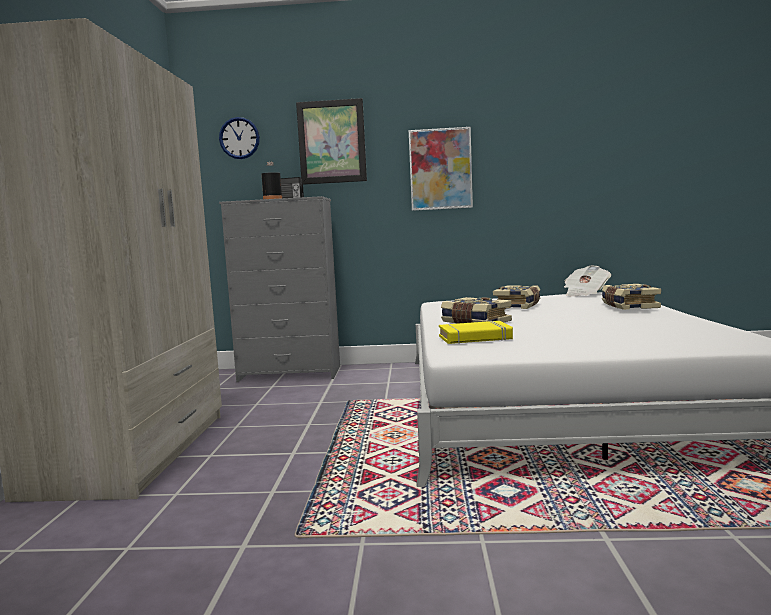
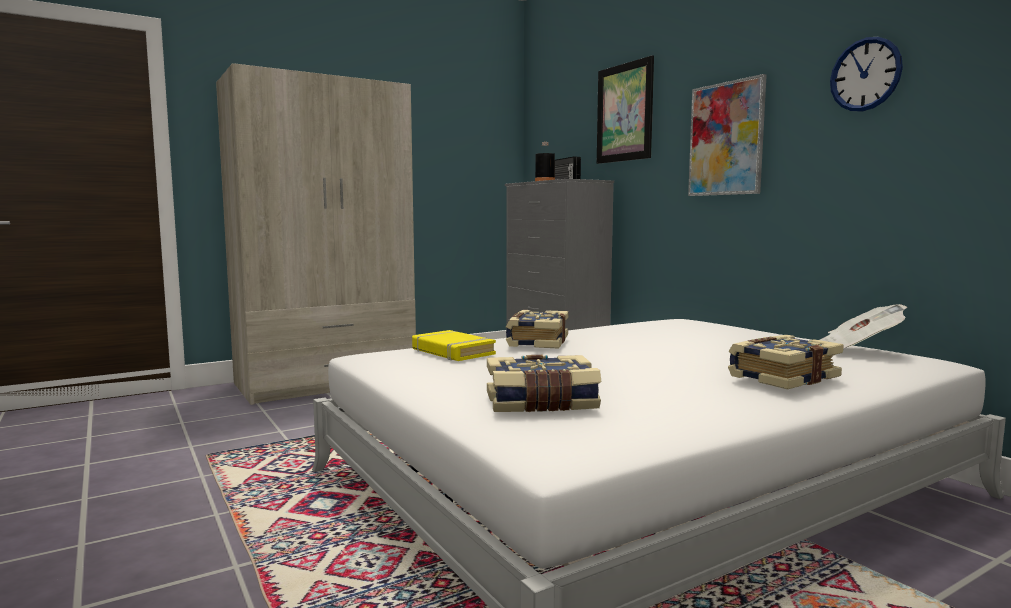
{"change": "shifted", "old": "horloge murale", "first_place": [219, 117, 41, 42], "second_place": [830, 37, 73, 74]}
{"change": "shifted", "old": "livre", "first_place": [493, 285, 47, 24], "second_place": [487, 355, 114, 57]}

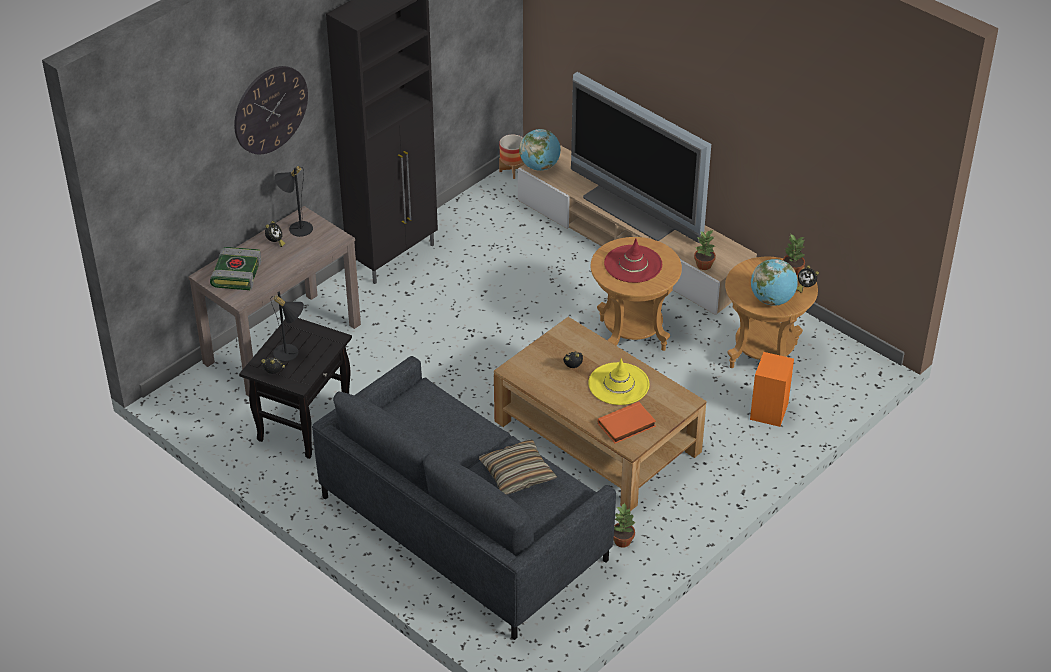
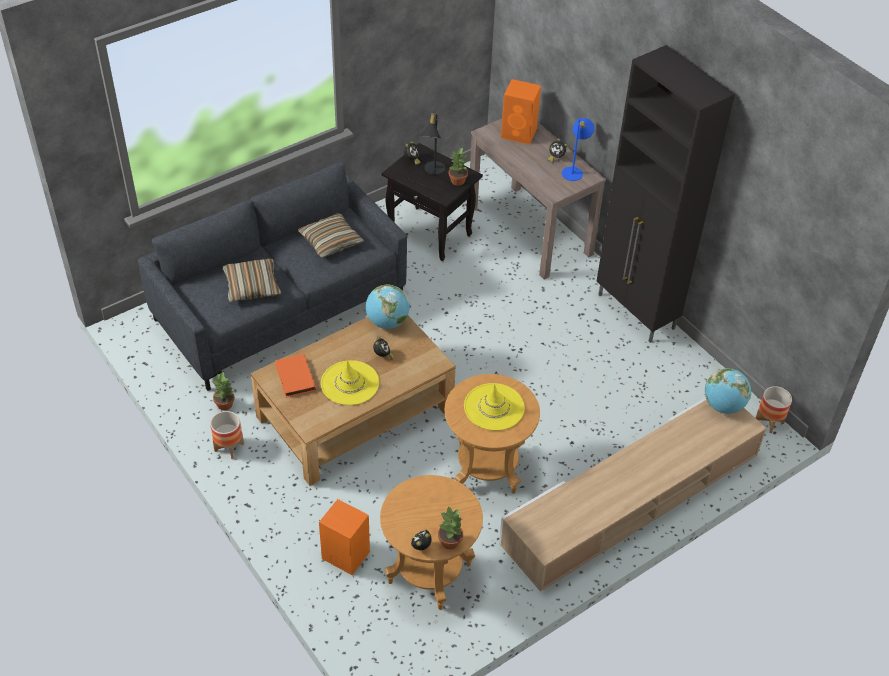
{"change": "gone", "old": "horloge murale", "first_place": [234, 66, 74, 88]}
{"change": "gone", "old": "téléviseur", "first_place": [571, 72, 140, 171]}
{"change": "new", "new": "cache-pot", "second_place": [210, 411, 34, 48]}
{"change": "new", "new": "coussin", "second_place": [298, 213, 66, 45]}
{"change": "shifted", "old": "plante en pot", "first_place": [694, 230, 22, 40], "second_place": [449, 147, 19, 39]}
{"change": "shifted", "old": "globe", "first_place": [751, 259, 47, 47], "second_place": [366, 284, 44, 45]}
{"change": "swapped", "old": "livre", "new": "enceinte/orange", "first_place": [210, 247, 51, 43], "second_place": [501, 79, 40, 66]}
{"change": "repainted", "old": "lampe de table/noir", "new": "lampe de table/bleu", "first_place": [274, 166, 39, 71], "second_place": [562, 118, 33, 63]}
{"change": "repainted", "old": "chapeau/rouge", "new": "chapeau/jaune", "first_place": [604, 238, 58, 45], "second_place": [464, 383, 61, 48]}

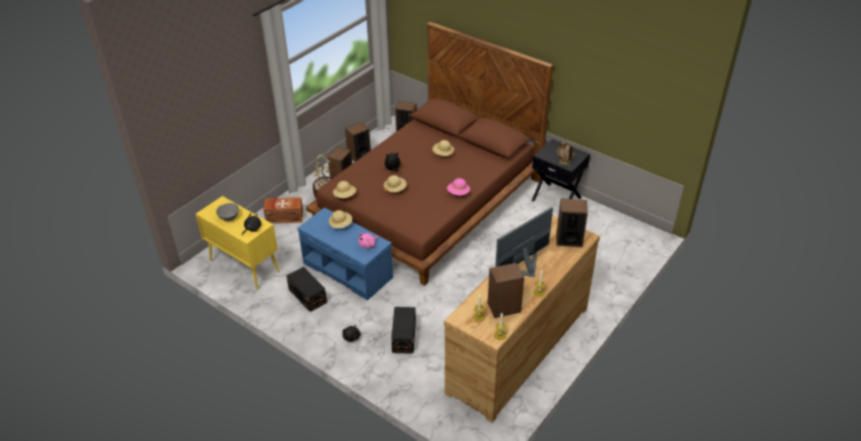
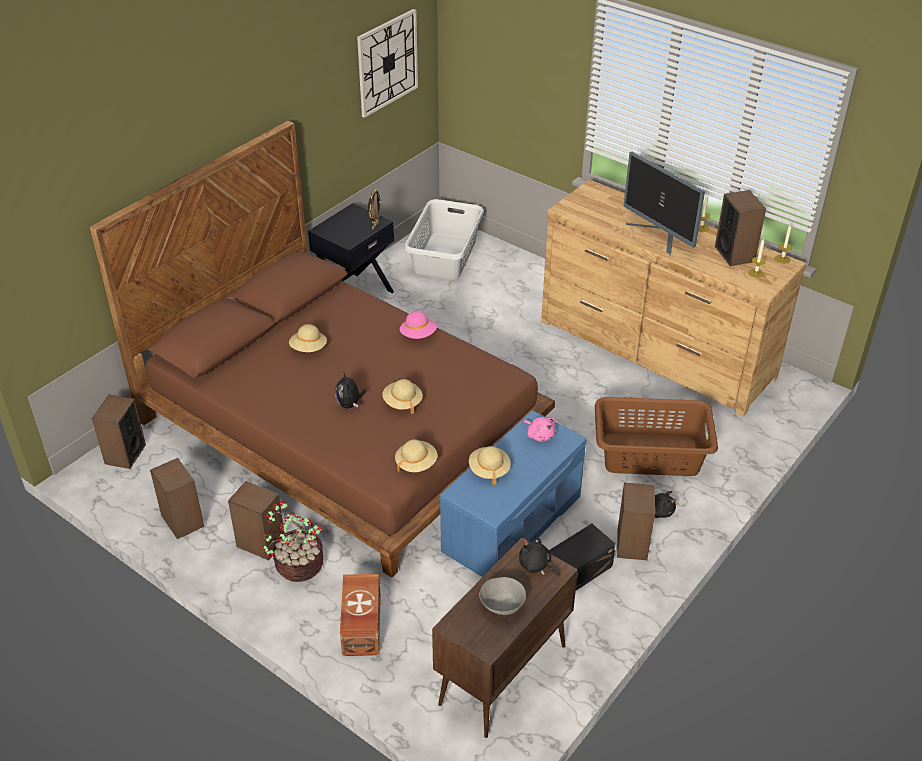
{"change": "new", "new": "horloge murale", "second_place": [357, 9, 61, 109]}
{"change": "new", "new": "panier à linge/gris", "second_place": [404, 199, 80, 81]}
{"change": "shifted", "old": "enceinte", "first_place": [556, 198, 32, 49], "second_place": [617, 483, 38, 77]}
{"change": "swapped", "old": "boîte de rangement/noir", "new": "panier à linge/marron", "first_place": [391, 307, 25, 47], "second_place": [595, 397, 123, 79]}
{"change": "repainted", "old": "meuble de rangement/jaune", "new": "meuble de rangement/marron", "first_place": [196, 196, 84, 94], "second_place": [432, 537, 146, 201]}

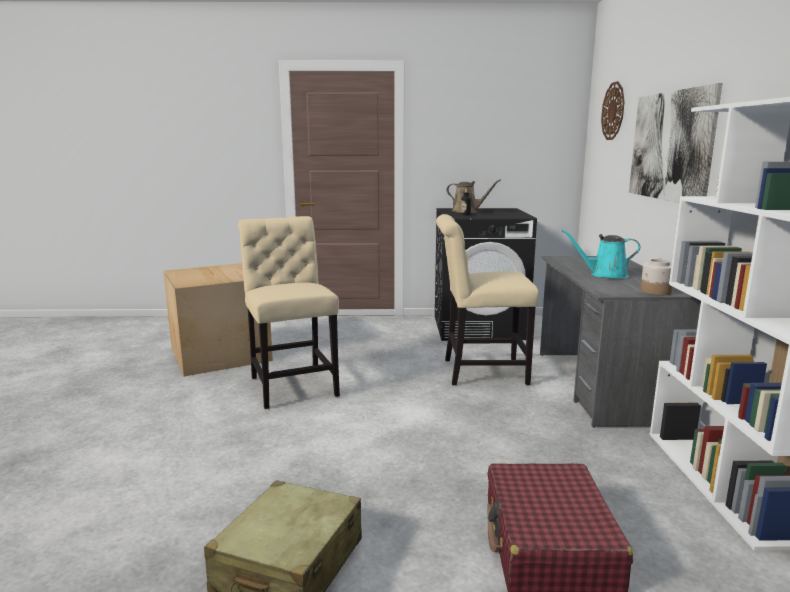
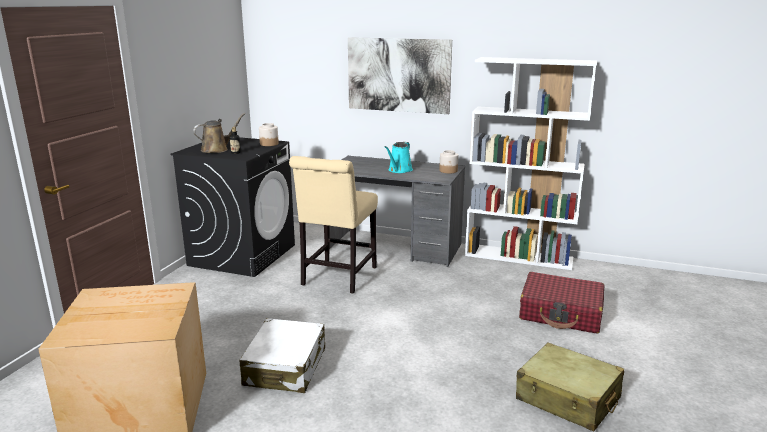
{"change": "gone", "old": "horloge murale", "first_place": [601, 81, 24, 59]}
{"change": "new", "new": "bocal", "second_place": [259, 123, 20, 23]}
{"change": "swapped", "old": "chaise/beige", "new": "valise/blanc", "first_place": [238, 216, 102, 193], "second_place": [240, 318, 85, 75]}

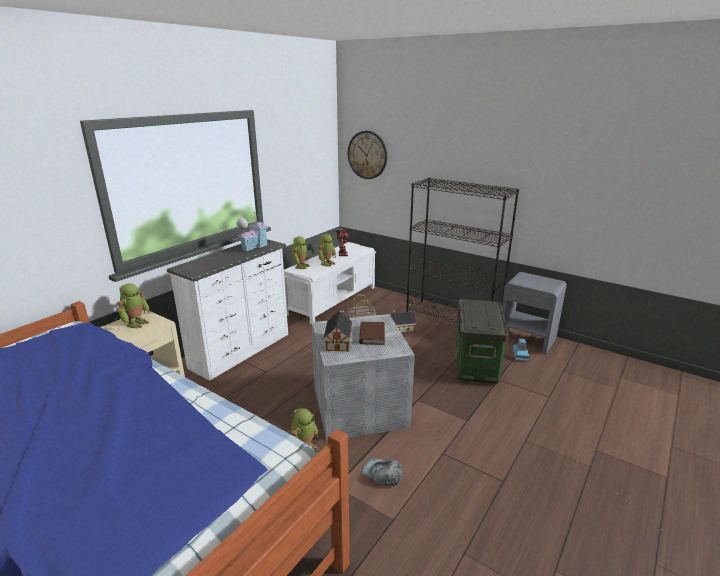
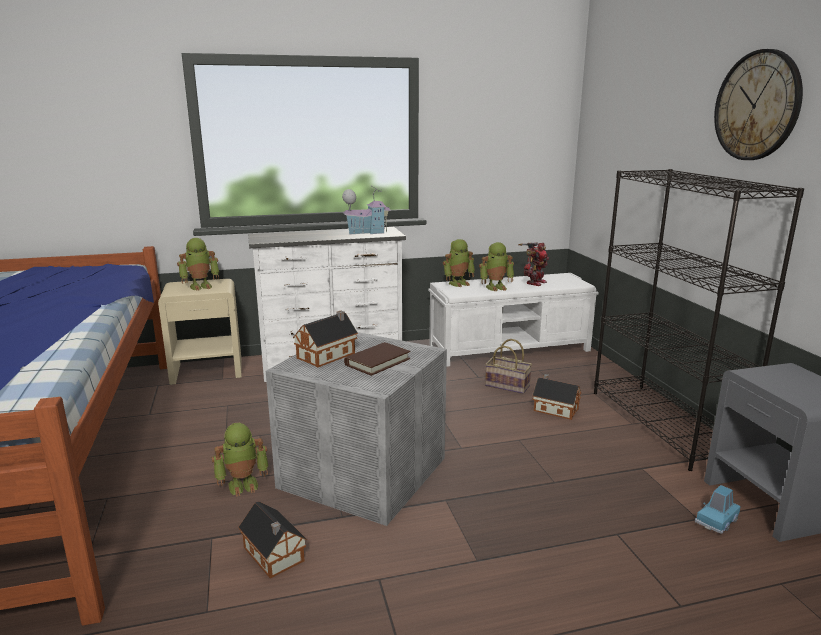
{"change": "gone", "old": "boîte de rangement", "first_place": [456, 299, 53, 85]}
{"change": "shifted", "old": "horloge murale", "first_place": [348, 131, 39, 48], "second_place": [714, 49, 89, 111]}
{"change": "swapped", "old": "casquette/gris", "new": "maison miniature", "first_place": [361, 458, 42, 28], "second_place": [238, 501, 69, 78]}

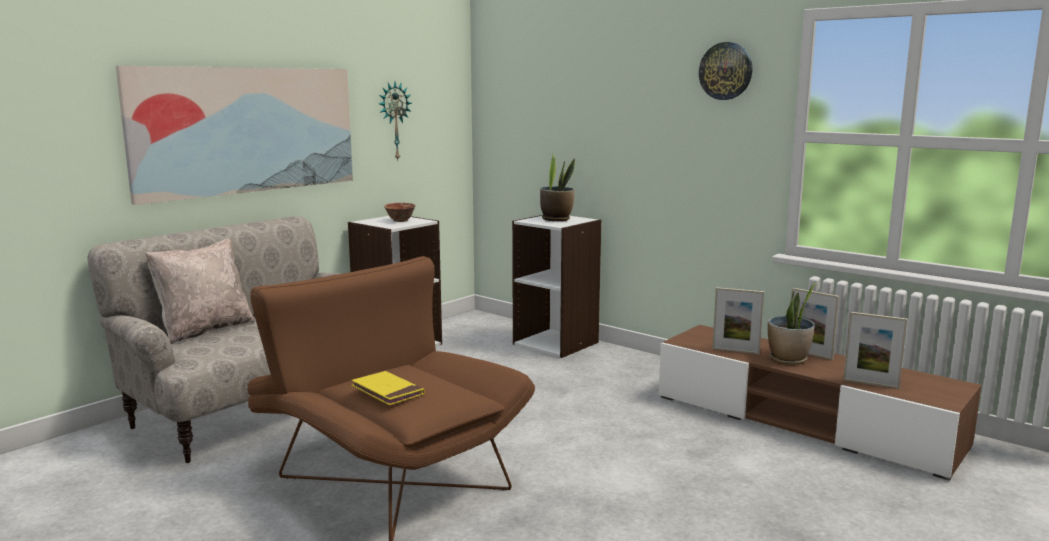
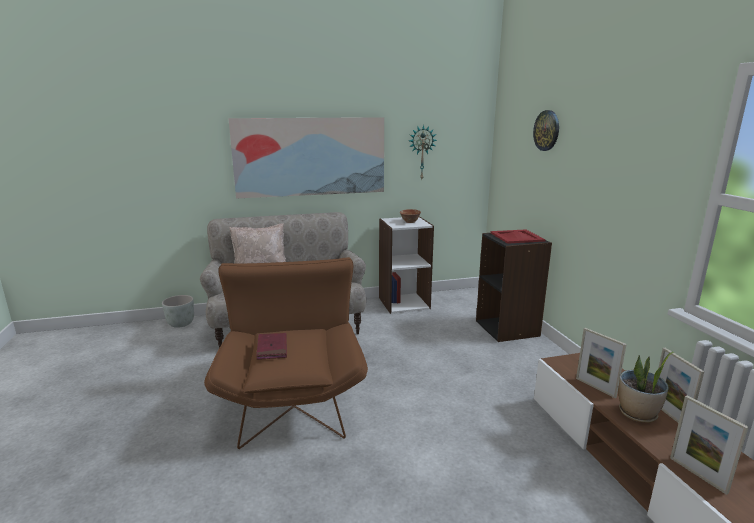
{"change": "new", "new": "cache-pot/gris", "second_place": [162, 295, 32, 33]}
{"change": "shifted", "old": "horloge murale", "first_place": [699, 42, 54, 58], "second_place": [533, 110, 26, 41]}
{"change": "swapped", "old": "plante en pot", "new": "plateau/rouge", "first_place": [540, 154, 35, 67], "second_place": [490, 229, 56, 15]}
{"change": "repainted", "old": "livre/jaune", "new": "livre/rouge", "first_place": [351, 371, 73, 34], "second_place": [256, 333, 31, 27]}
{"change": "repainted", "old": "bibliothèque/blanc", "new": "bibliothèque/noir", "first_place": [512, 215, 89, 143], "second_place": [476, 233, 76, 109]}

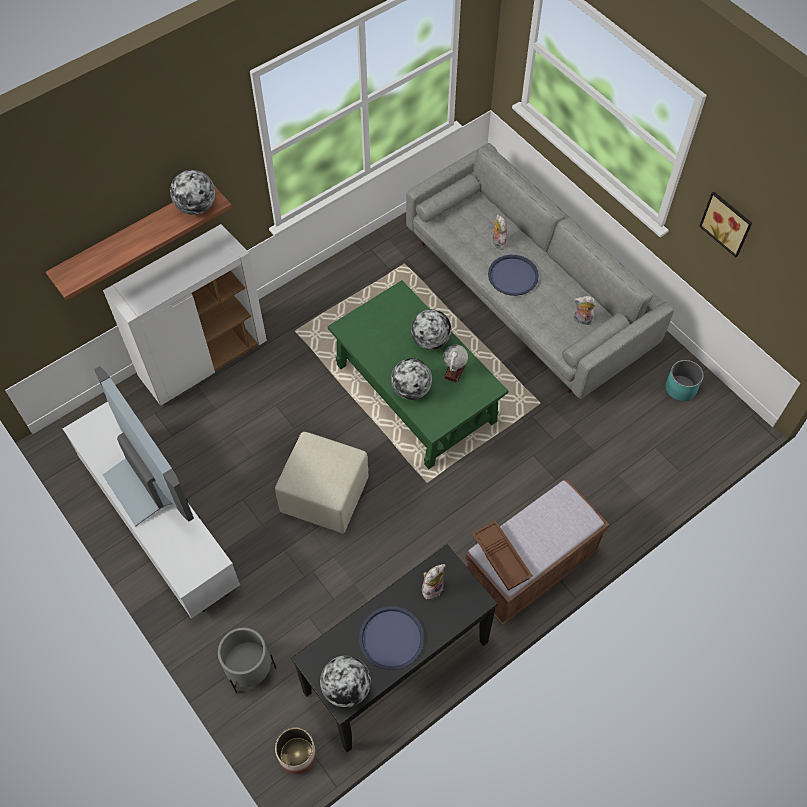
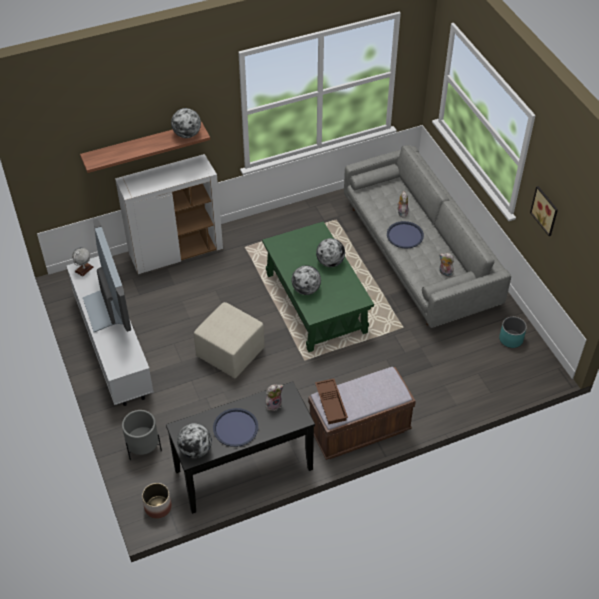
{"change": "shifted", "old": "globe", "first_place": [443, 344, 25, 39], "second_place": [72, 247, 21, 30]}

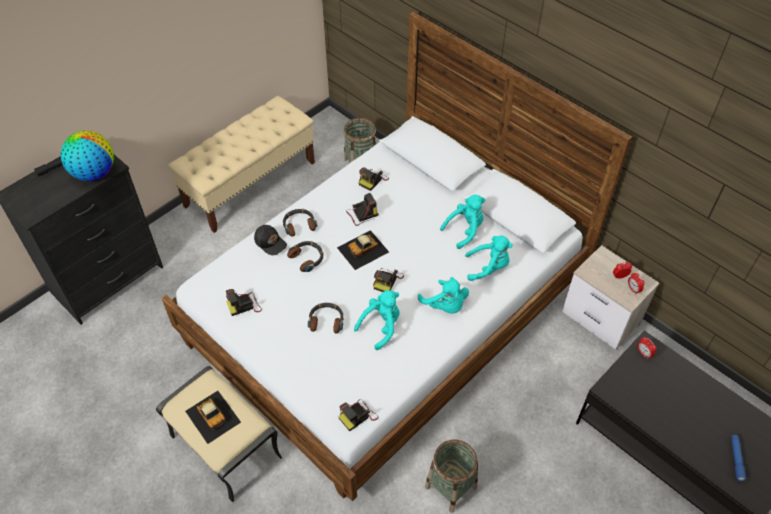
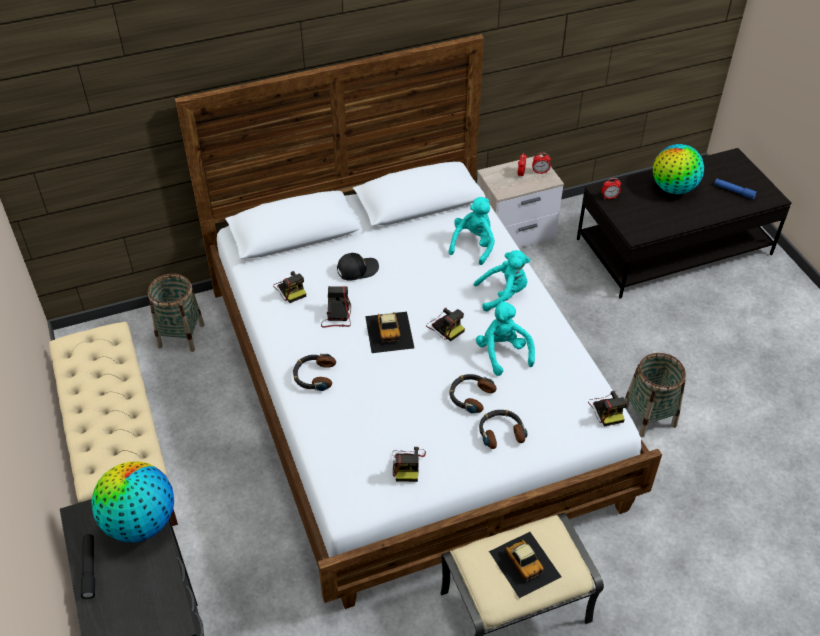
{"change": "gone", "old": "peluche/turquoise", "first_place": [440, 195, 46, 54]}
{"change": "new", "new": "globe", "second_place": [653, 144, 51, 50]}
{"change": "shifted", "old": "casquette/noir", "first_place": [254, 225, 33, 30], "second_place": [337, 253, 42, 28]}
{"change": "shifted", "old": "casque audio", "first_place": [287, 241, 37, 31], "second_place": [479, 410, 49, 39]}
{"change": "rotated", "old": "petite voiture", "first_place": [185, 391, 56, 53], "second_place": [489, 532, 72, 66], "degrees": 75}

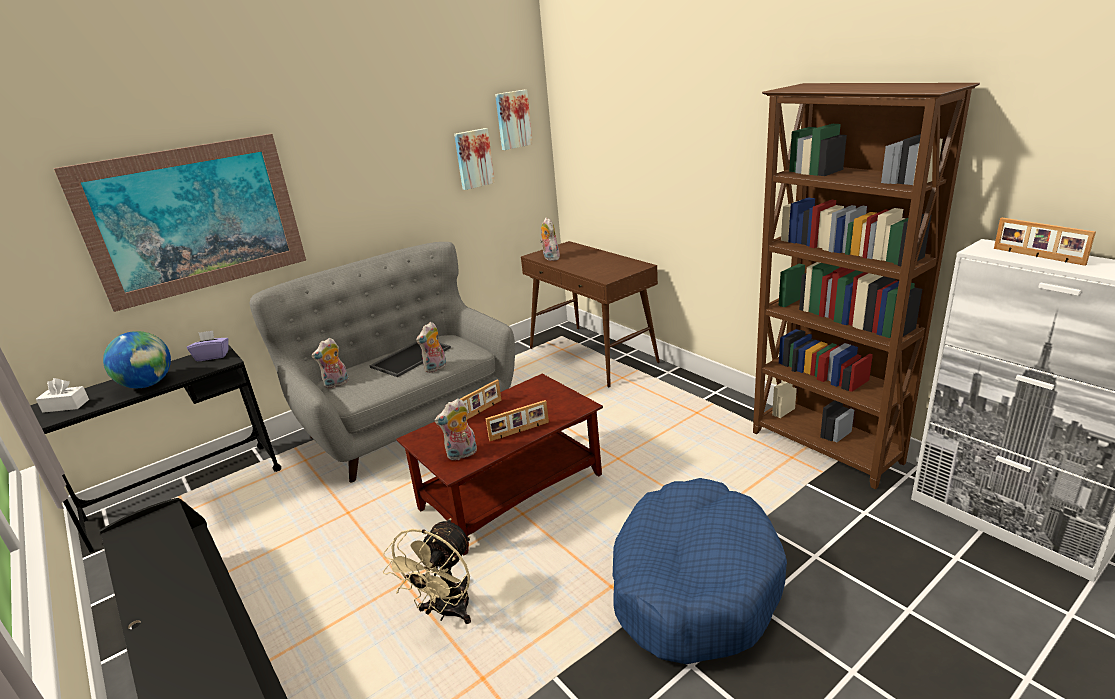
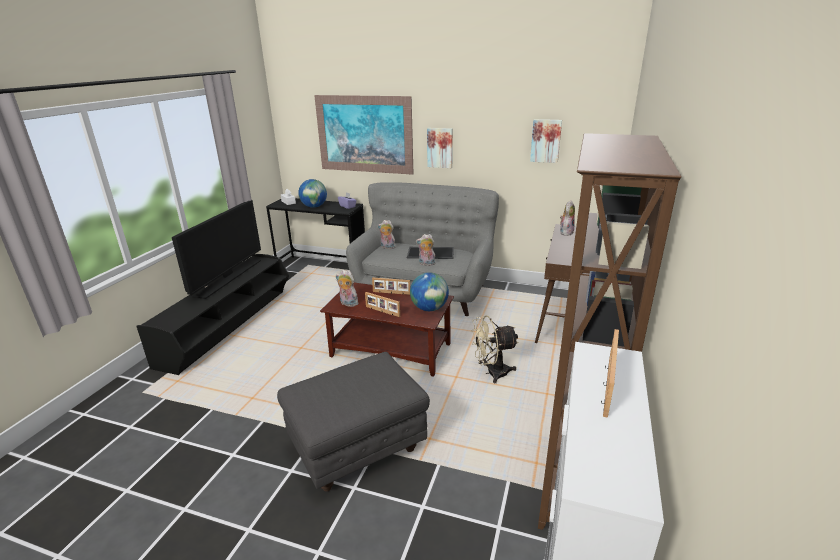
{"change": "new", "new": "téléviseur", "second_place": [172, 200, 89, 99]}
{"change": "new", "new": "globe", "second_place": [410, 272, 39, 39]}
{"change": "shifted", "old": "ventilateur/beige", "first_place": [383, 518, 88, 106], "second_place": [471, 315, 48, 68]}
{"change": "shifted", "old": "tableau", "first_place": [495, 90, 38, 60], "second_place": [427, 128, 26, 40]}
{"change": "swapped", "old": "panier pour chien/bleu", "new": "pouf/gris", "first_place": [613, 478, 174, 186], "second_place": [277, 352, 153, 140]}

